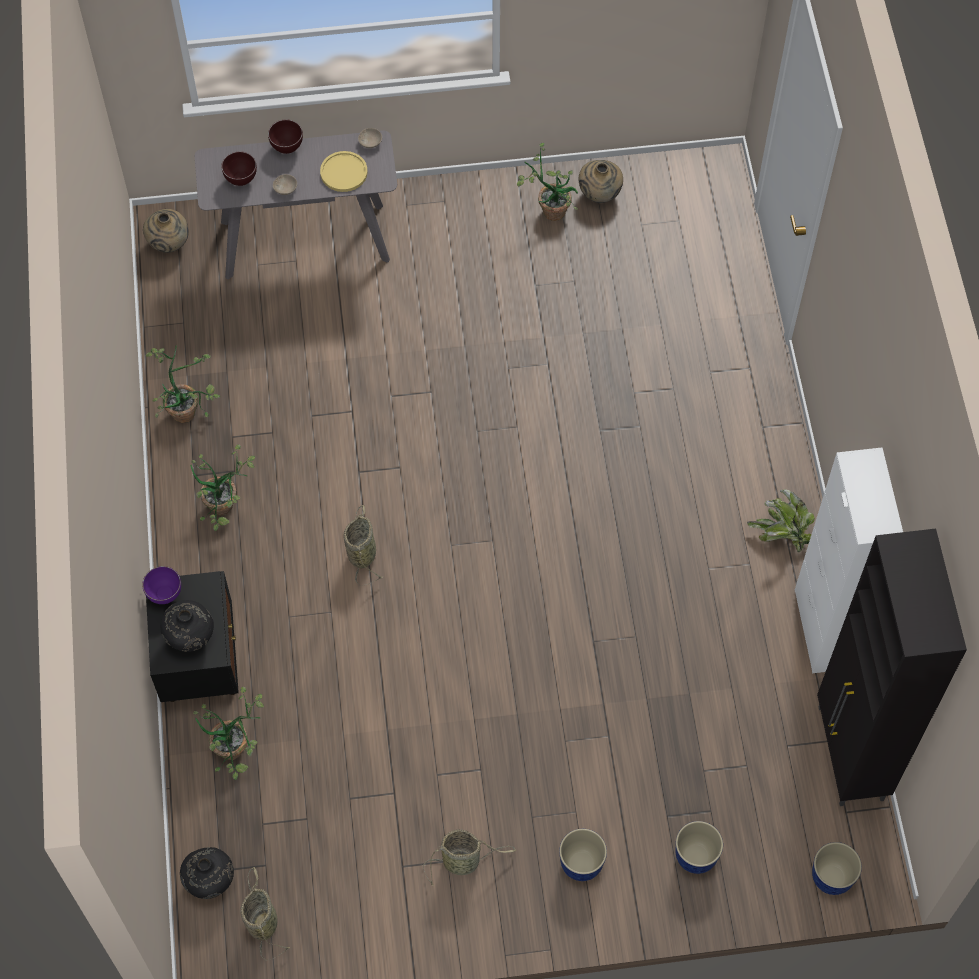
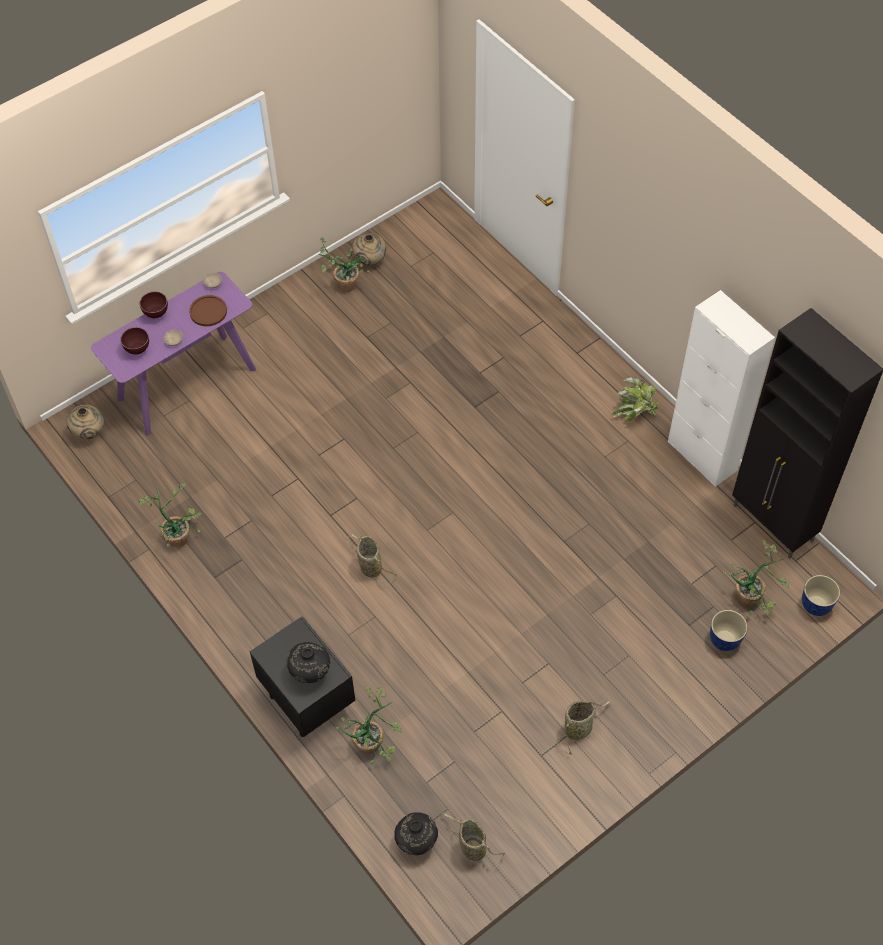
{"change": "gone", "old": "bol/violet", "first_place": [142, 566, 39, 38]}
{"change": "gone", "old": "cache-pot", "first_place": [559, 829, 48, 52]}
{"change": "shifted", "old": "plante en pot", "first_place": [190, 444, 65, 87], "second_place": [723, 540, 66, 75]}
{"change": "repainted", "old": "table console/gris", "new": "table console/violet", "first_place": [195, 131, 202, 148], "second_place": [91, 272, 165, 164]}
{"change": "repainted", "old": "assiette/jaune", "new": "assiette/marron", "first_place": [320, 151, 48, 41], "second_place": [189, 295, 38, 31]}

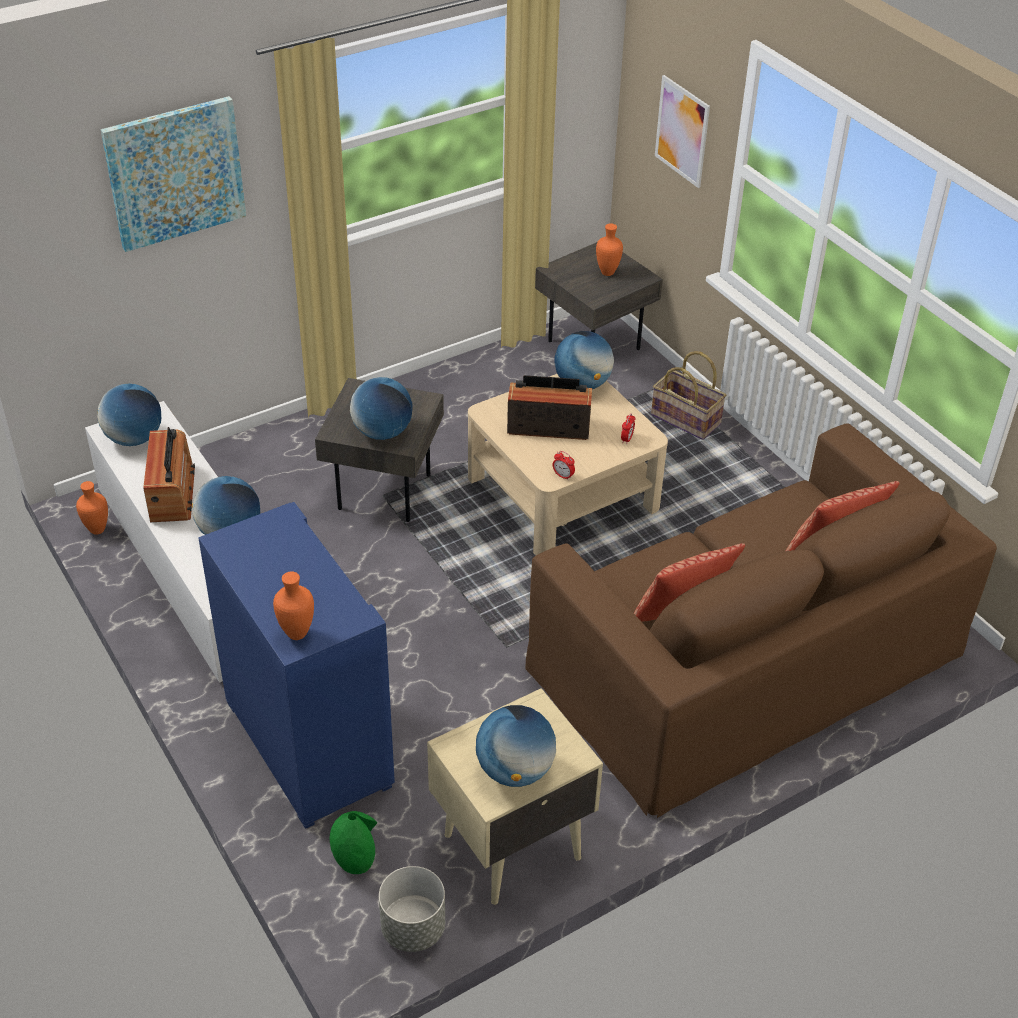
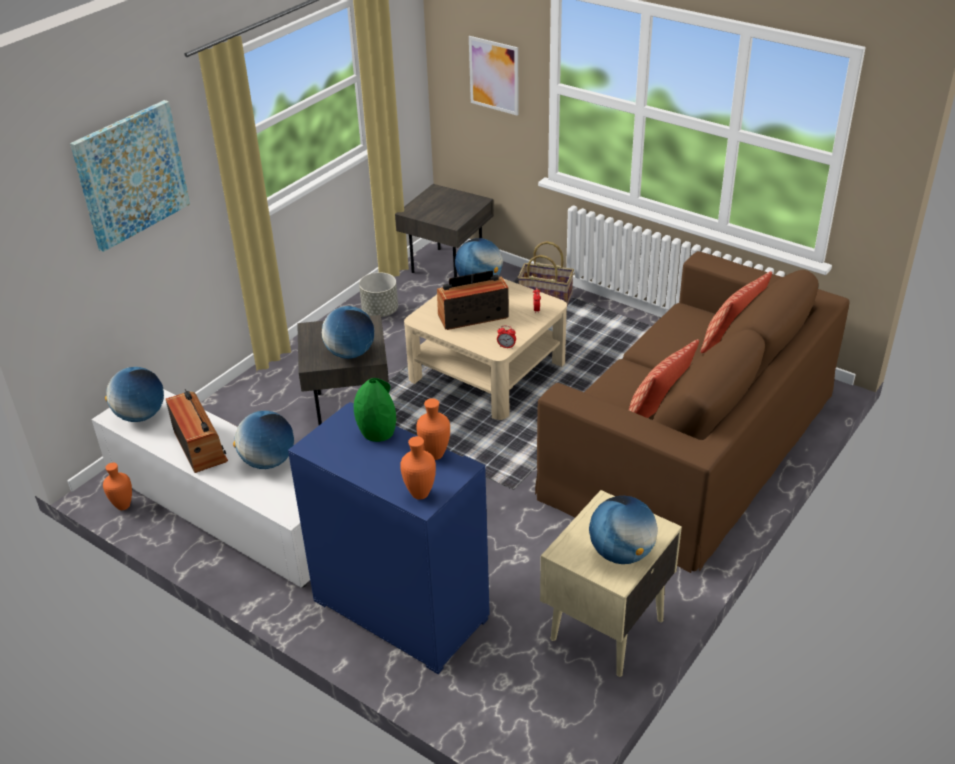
{"change": "shifted", "old": "vase/vert", "first_place": [329, 811, 48, 63], "second_place": [354, 378, 42, 64]}
{"change": "shifted", "old": "cache-pot/gris", "first_place": [379, 866, 66, 86], "second_place": [359, 272, 39, 45]}
{"change": "shifted", "old": "vase/orange", "first_place": [596, 223, 27, 53], "second_place": [416, 398, 34, 62]}

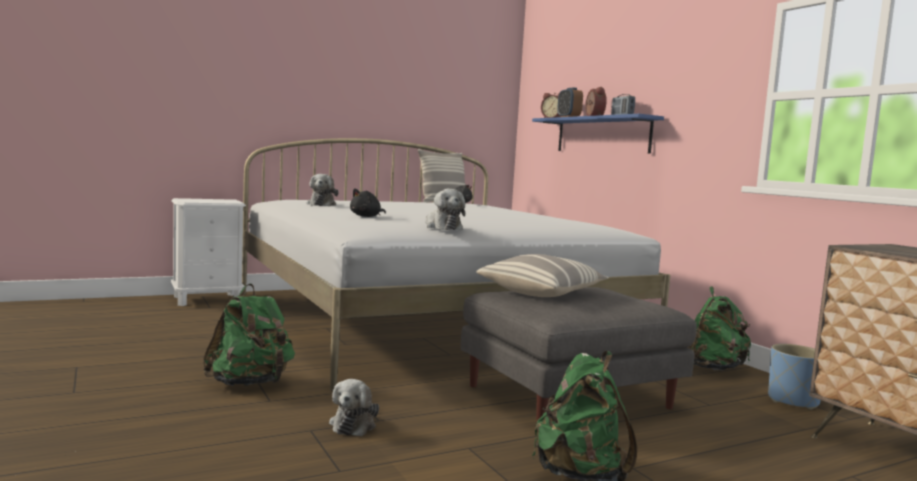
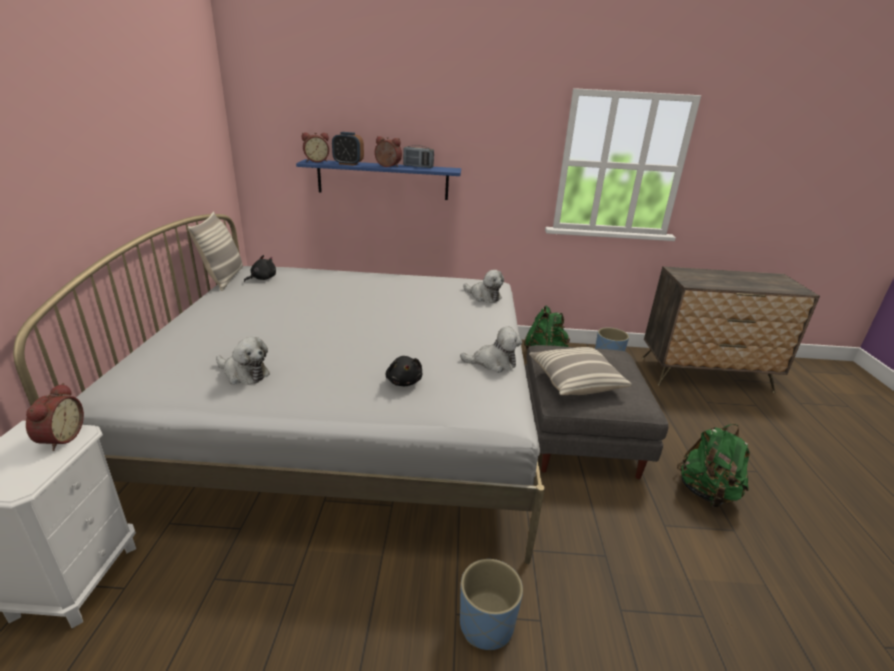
{"change": "new", "new": "réveil", "second_place": [26, 383, 58, 68]}
{"change": "shifted", "old": "peluche", "first_place": [329, 379, 50, 57], "second_place": [463, 270, 41, 33]}
{"change": "swapped", "old": "sac à dos/vert", "new": "cache-pot/bleu", "first_place": [203, 284, 92, 102], "second_place": [460, 559, 63, 91]}

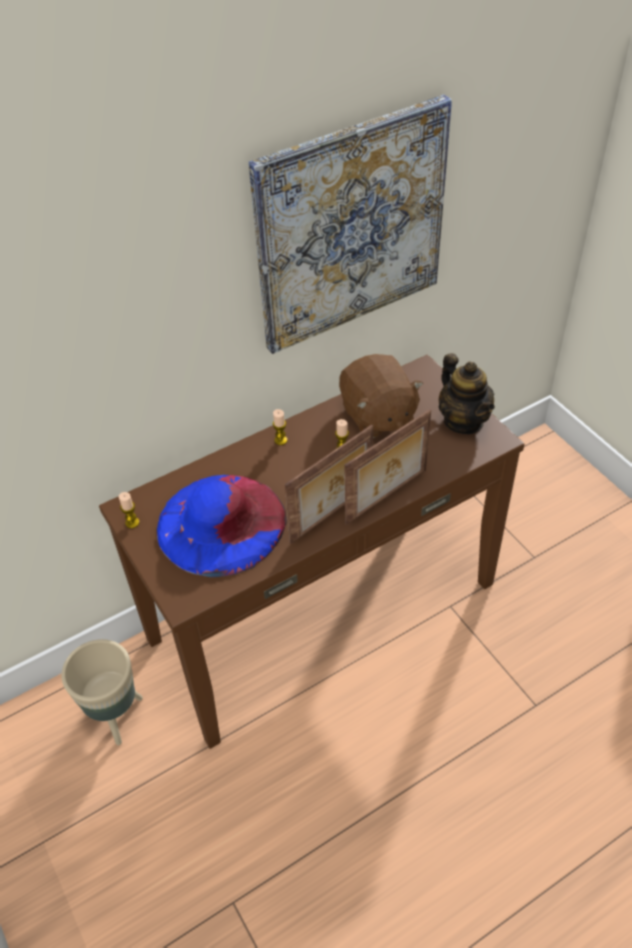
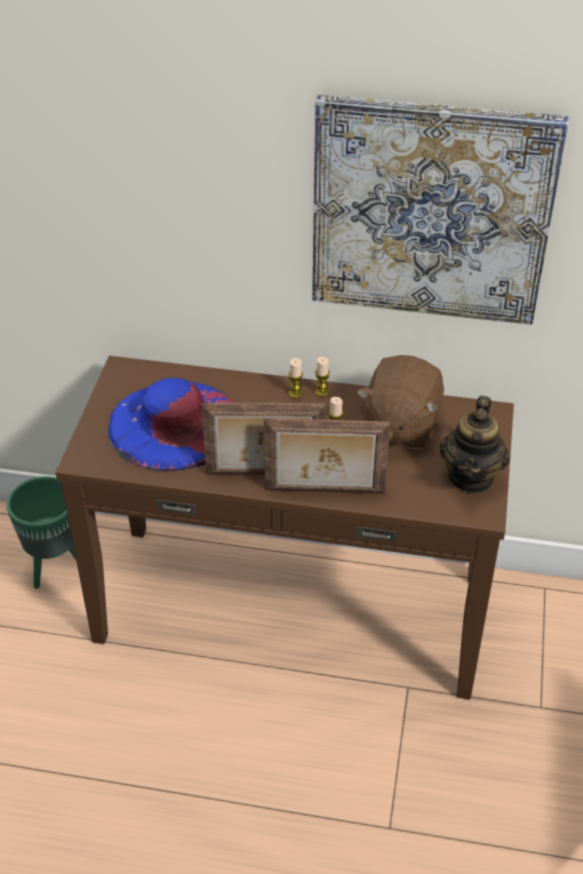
{"change": "shifted", "old": "bougie", "first_place": [119, 492, 20, 36], "second_place": [315, 357, 15, 40]}
{"change": "repainted", "old": "cache-pot/beige", "new": "cache-pot/vert", "first_place": [61, 639, 82, 106], "second_place": [6, 476, 70, 113]}

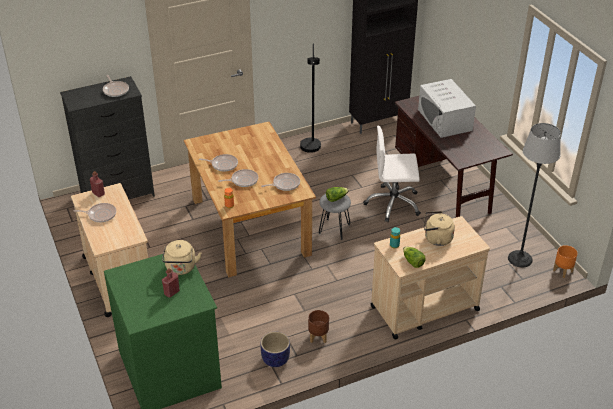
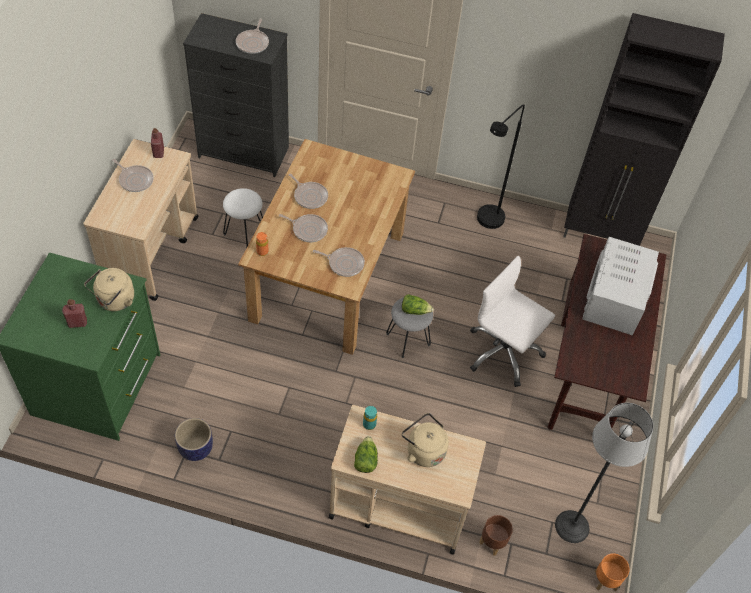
{"change": "new", "new": "tabouret/blanc", "second_place": [223, 188, 40, 60]}
{"change": "shifted", "old": "cache-pot/marron", "first_place": [308, 310, 21, 33], "second_place": [479, 515, 34, 41]}

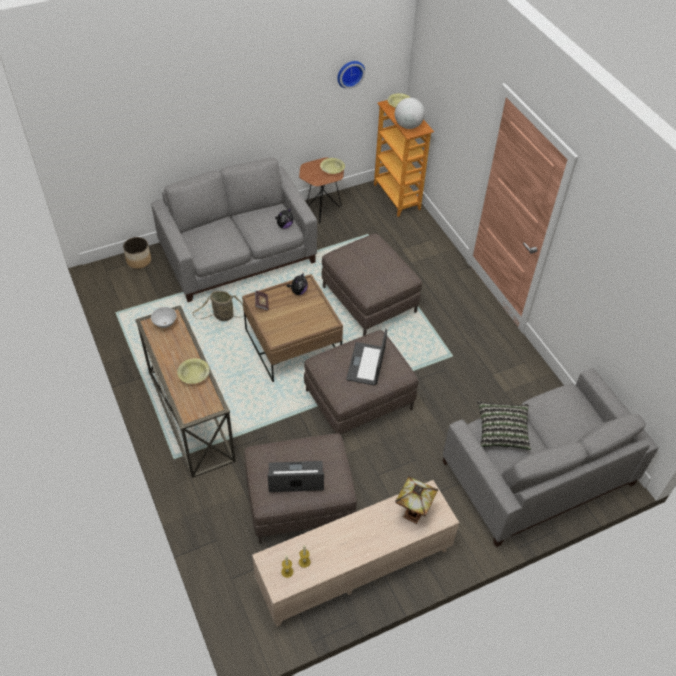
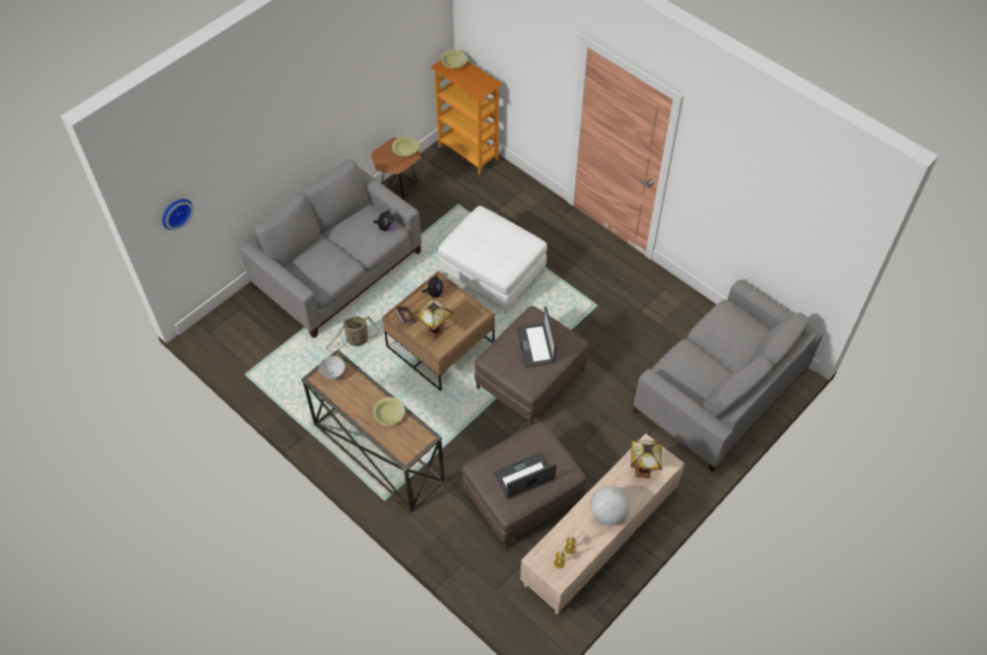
{"change": "gone", "old": "cache-pot", "first_place": [123, 237, 28, 32]}
{"change": "gone", "old": "coussin", "first_place": [477, 401, 54, 49]}
{"change": "new", "new": "lampe de table", "second_place": [414, 297, 39, 43]}
{"change": "shifted", "old": "horloge murale", "first_place": [337, 61, 28, 28], "second_place": [162, 199, 32, 31]}
{"change": "shifted", "old": "globe", "first_place": [395, 98, 30, 31], "second_place": [590, 486, 40, 40]}
{"change": "repainted", "old": "pouf/marron", "new": "pouf/blanc", "first_place": [322, 233, 100, 103], "second_place": [438, 206, 109, 109]}

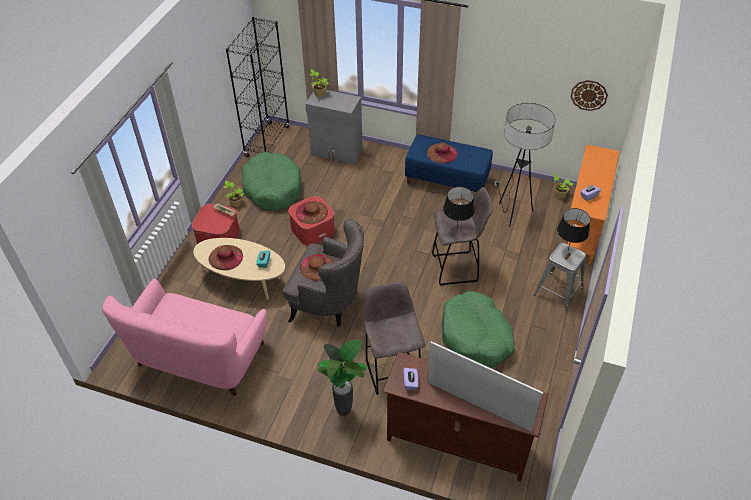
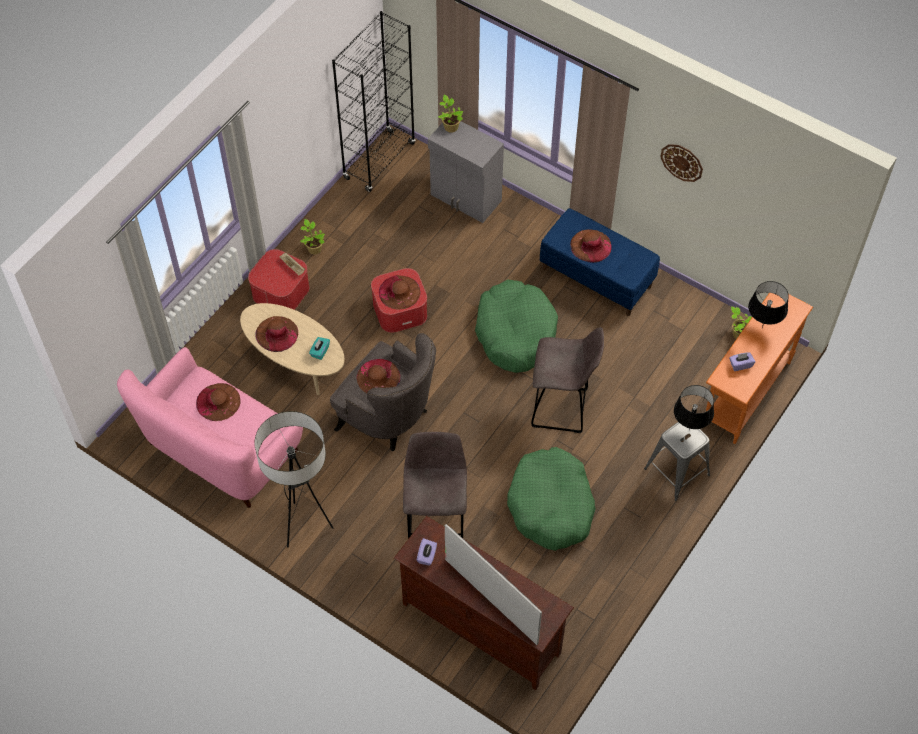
{"change": "gone", "old": "plante en pot", "first_place": [317, 340, 50, 76]}
{"change": "new", "new": "chapeau/marron", "second_place": [196, 383, 45, 38]}
{"change": "shifted", "old": "panier pour chien/vert", "first_place": [242, 152, 60, 59], "second_place": [475, 279, 83, 94]}
{"change": "shifted", "old": "lampe de table/noir", "first_place": [443, 187, 32, 39], "second_place": [748, 281, 41, 47]}
{"change": "shifted", "old": "lampadaire", "first_place": [494, 103, 62, 124], "second_place": [255, 411, 78, 137]}
{"change": "shifted", "old": "horloge murale", "first_place": [571, 80, 37, 31], "second_place": [660, 144, 43, 38]}

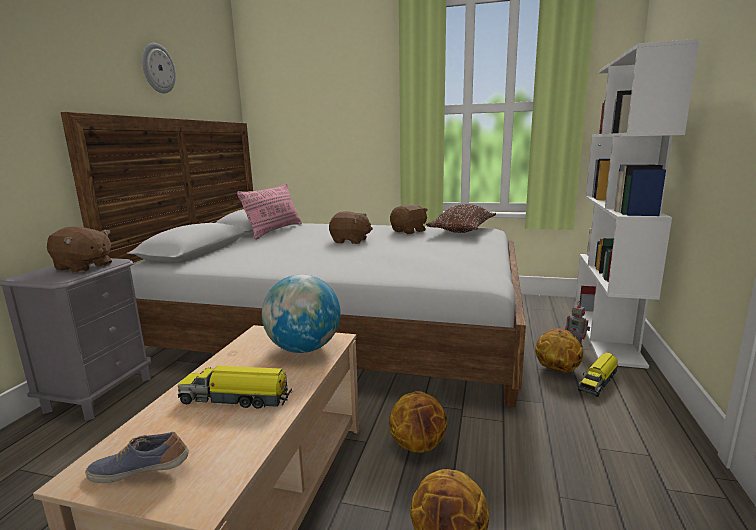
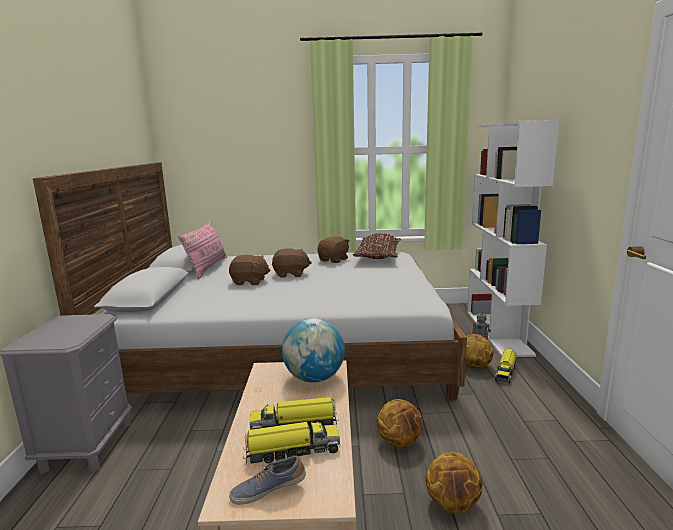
{"change": "gone", "old": "horloge murale", "first_place": [142, 43, 34, 50]}
{"change": "new", "new": "camion jouet", "second_place": [244, 421, 96, 43]}
{"change": "shifted", "old": "peluche/marron", "first_place": [47, 227, 65, 46], "second_place": [229, 255, 41, 30]}

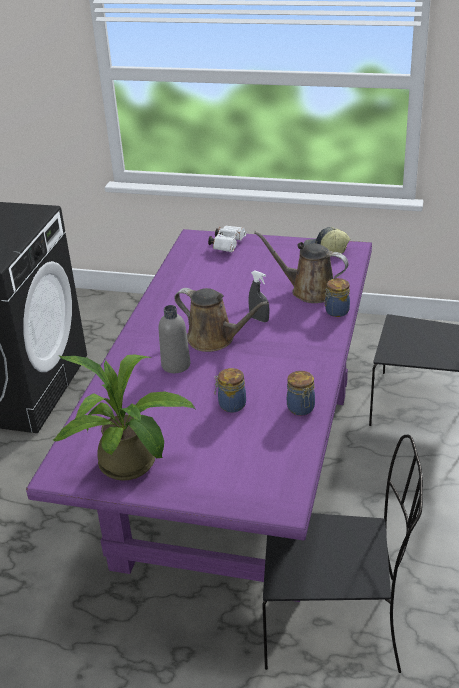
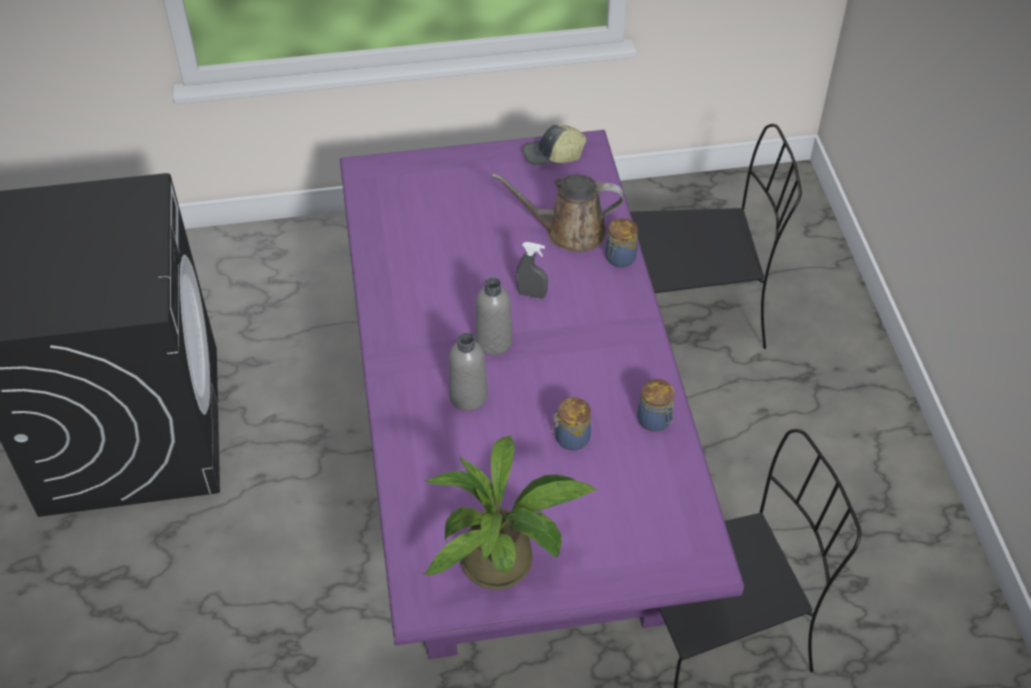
{"change": "gone", "old": "jumelles/blanc", "first_place": [208, 225, 38, 27]}
{"change": "swapped", "old": "arrosoir/marron", "new": "bouteille/gris", "first_place": [174, 288, 95, 64], "second_place": [475, 277, 38, 78]}

